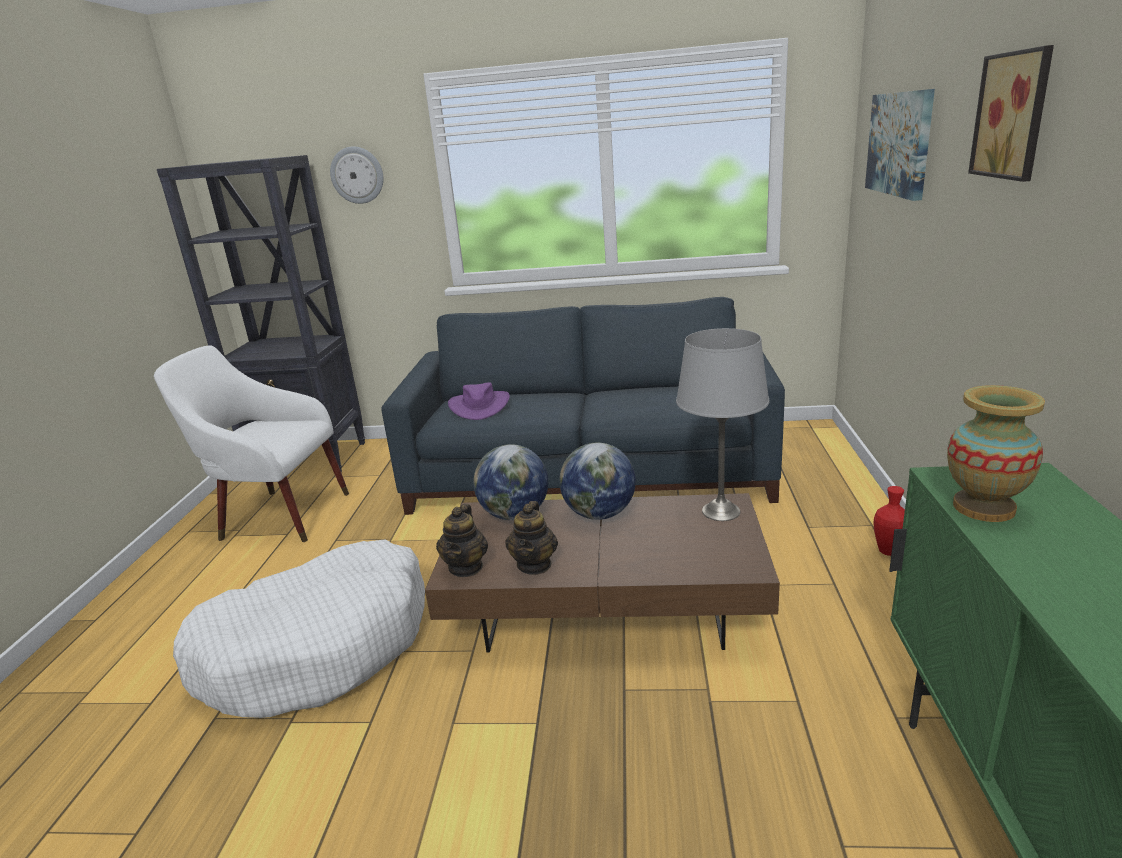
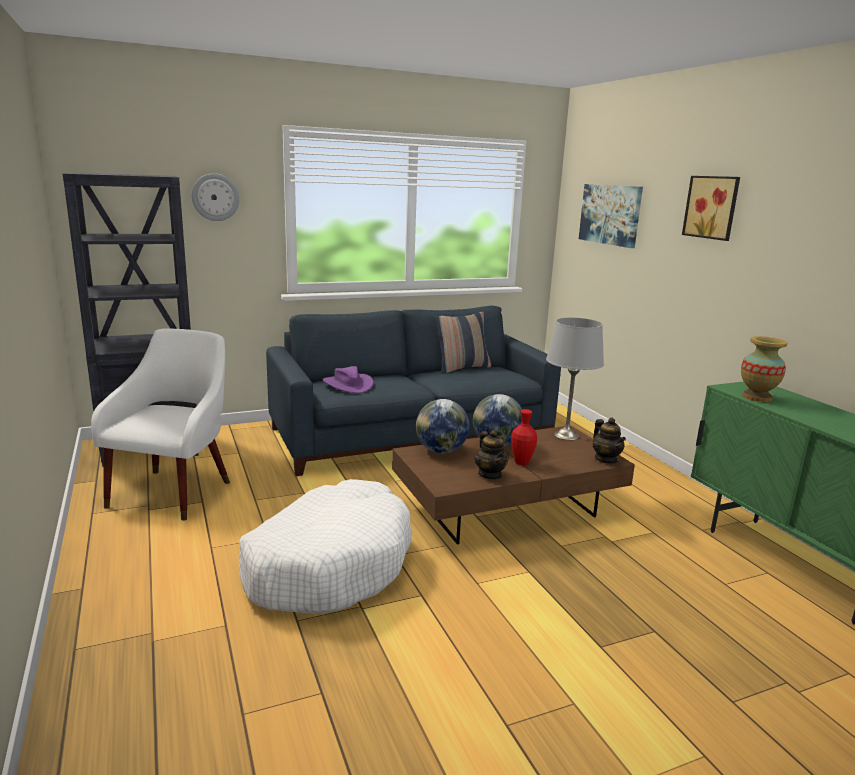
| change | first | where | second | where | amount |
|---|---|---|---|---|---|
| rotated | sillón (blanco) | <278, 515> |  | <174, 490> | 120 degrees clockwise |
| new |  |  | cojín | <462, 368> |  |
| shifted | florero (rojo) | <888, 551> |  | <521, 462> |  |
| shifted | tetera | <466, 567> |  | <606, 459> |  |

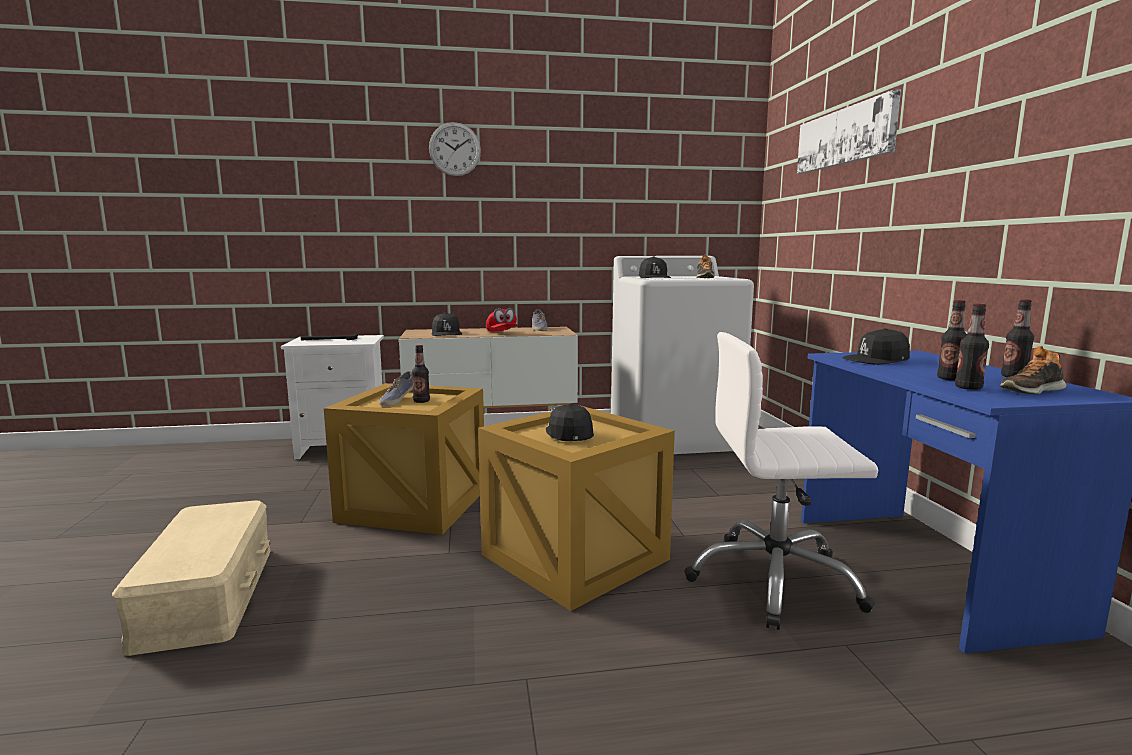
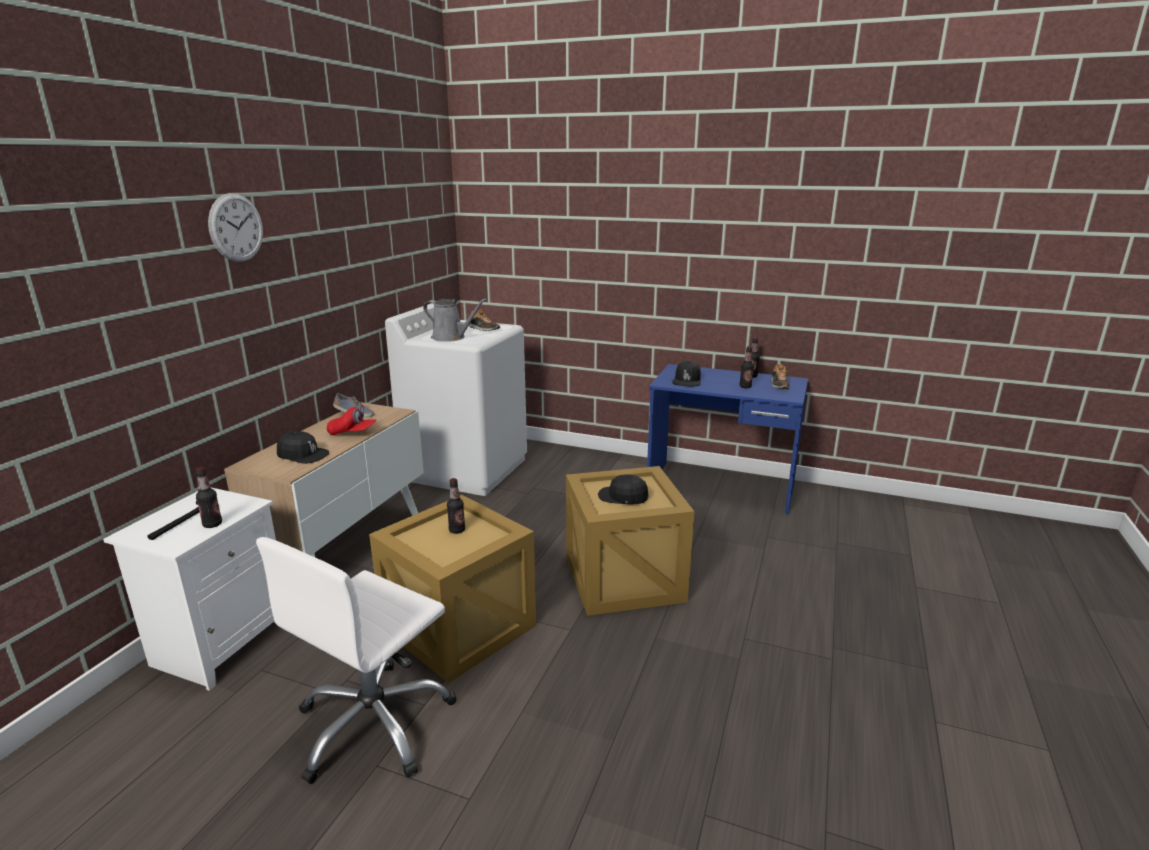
| change | first | where | second | where | amount |
|---|---|---|---|---|---|
| shifted | botella | <968, 388> |  | <212, 524> |  |
| shifted | silla de oficina (blanco) | <774, 581> |  | <374, 724> |  |
| swapped | gorra (negro) | <653, 277> | regadera (gris) | <451, 337> |  |
| gone | caja de almacenaje (beis) | <209, 594> |  |  |  |
| gone | zapato | <397, 399> |  |  |  |
| gone | cuadro | <845, 137> |  |  |  |

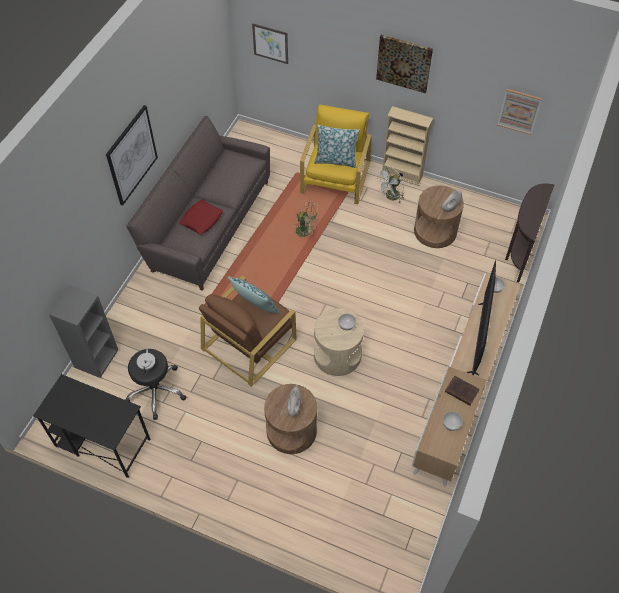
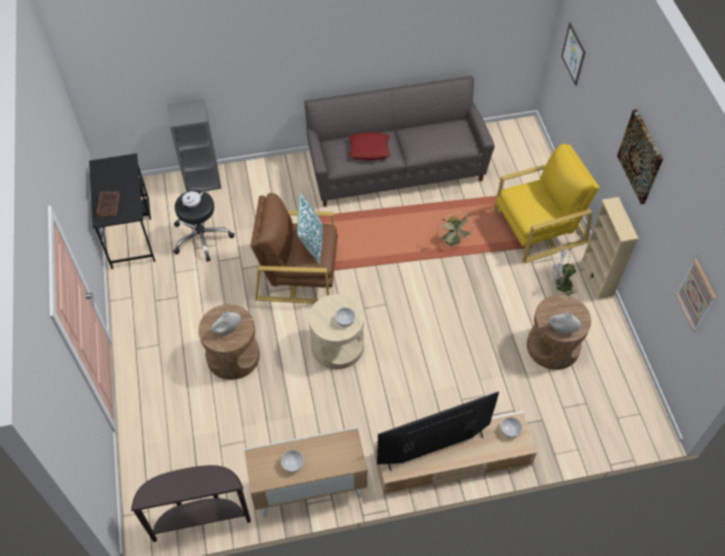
| change | first | where | second | where | amount |
|---|---|---|---|---|---|
| shifted | libro (marrón) | <461, 391> |  | <108, 204> |  |
| shifted | mesa consola (marrón) | <519, 252> |  | <200, 519> |  |
| gone | cuadro | <132, 155> |  |  |  |
| gone | cojín | <336, 160> |  |  |  |

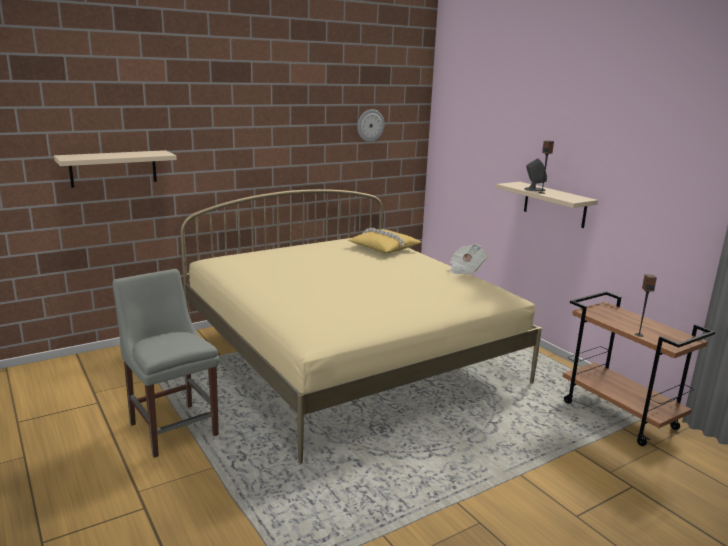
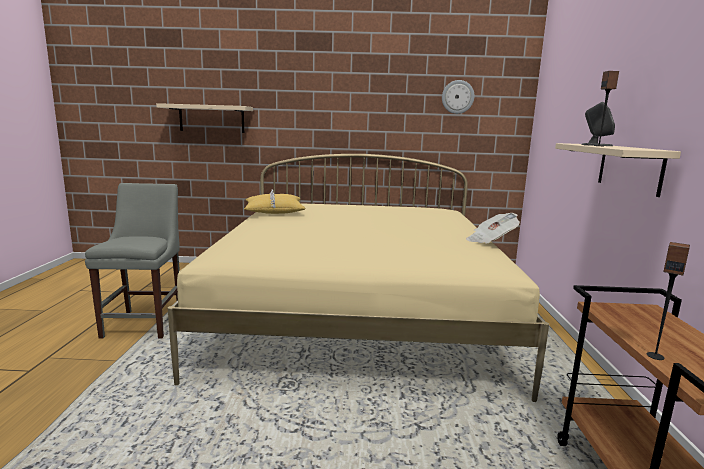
| change | first | where | second | where | amount |
|---|---|---|---|---|---|
| shifted | cojín (amarillo) | <384, 248> |  | <274, 211> |  |

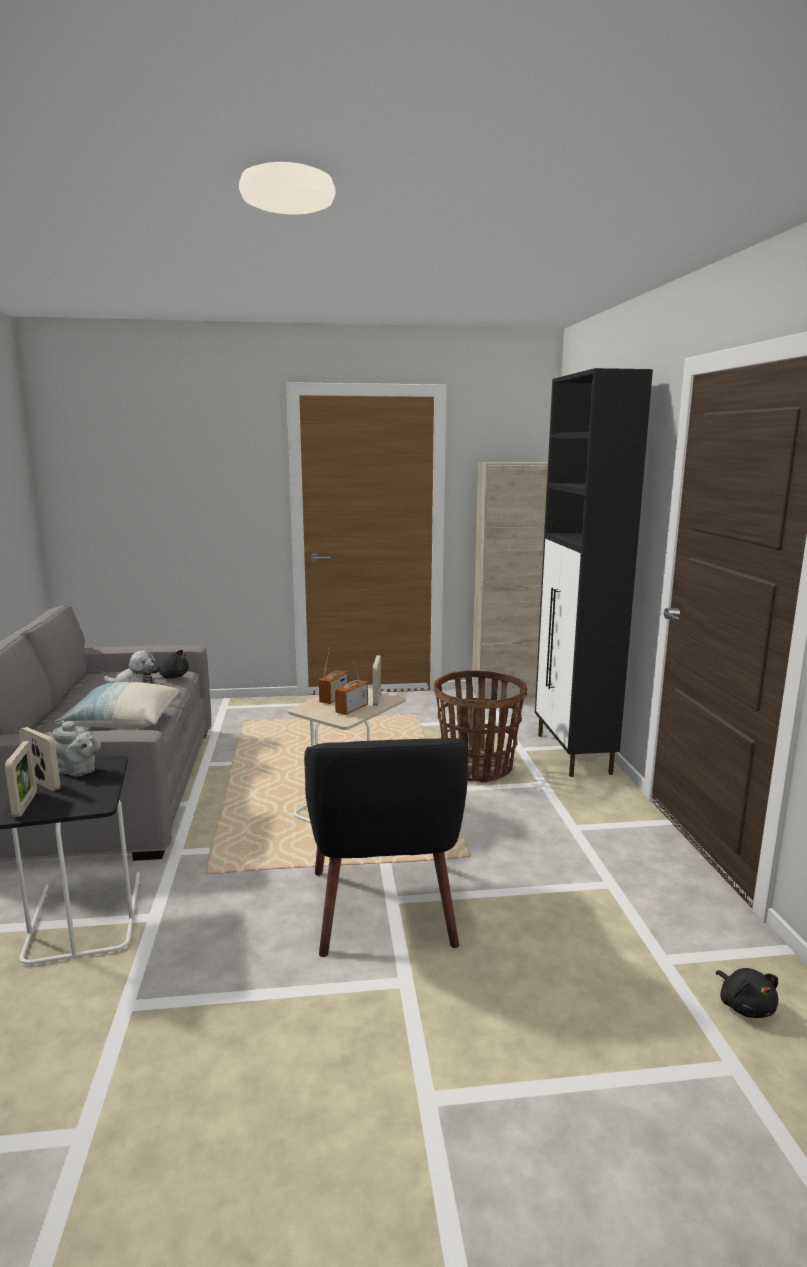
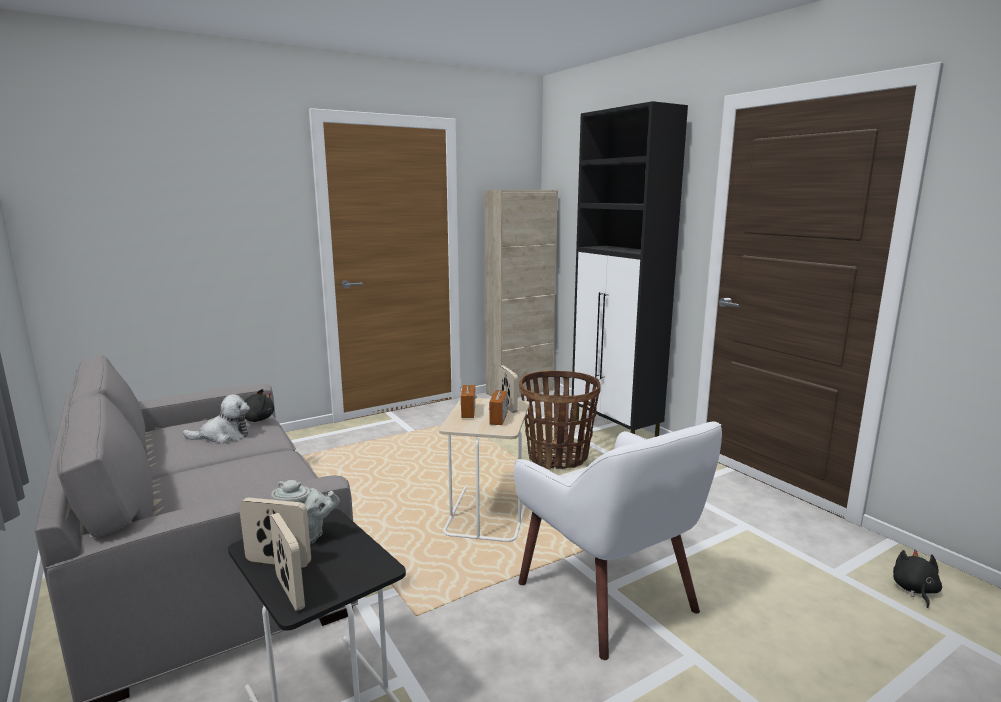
| change | first | where | second | where | amount |
|---|---|---|---|---|---|
| repainted | sillón (negro) | <384, 908> | sillón (blanco) | <609, 596> |  |
| rotated | peluche (negro) | <745, 1006> |  | <914, 590> | 120 degrees counterclockwise |
| gone | cojín | <123, 723> |  |  |  |

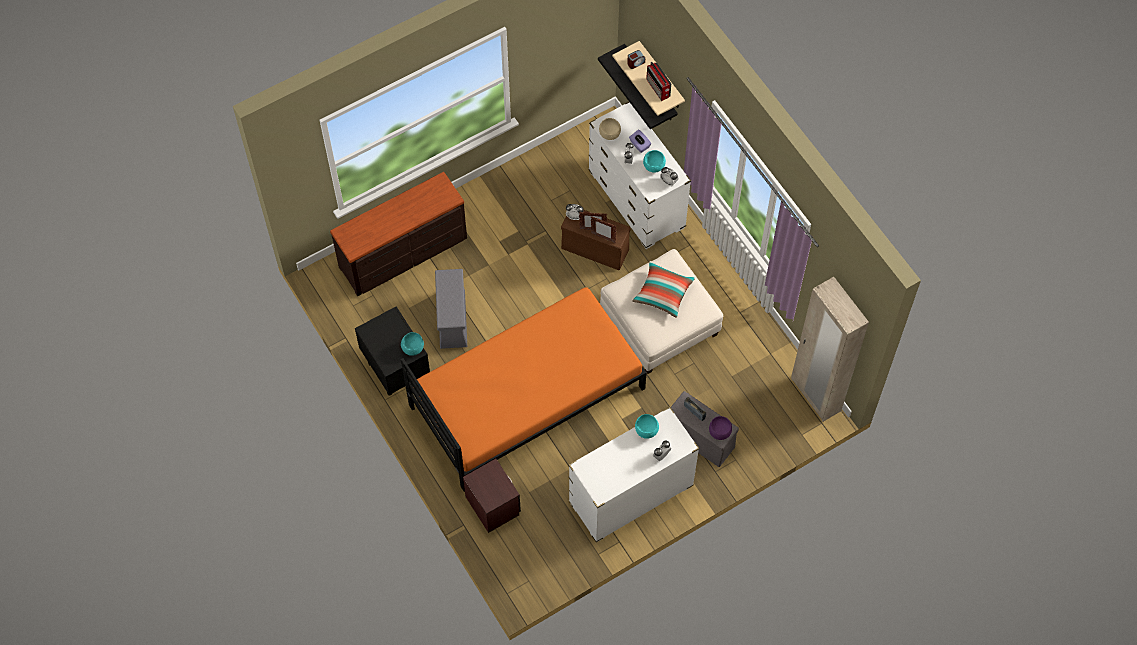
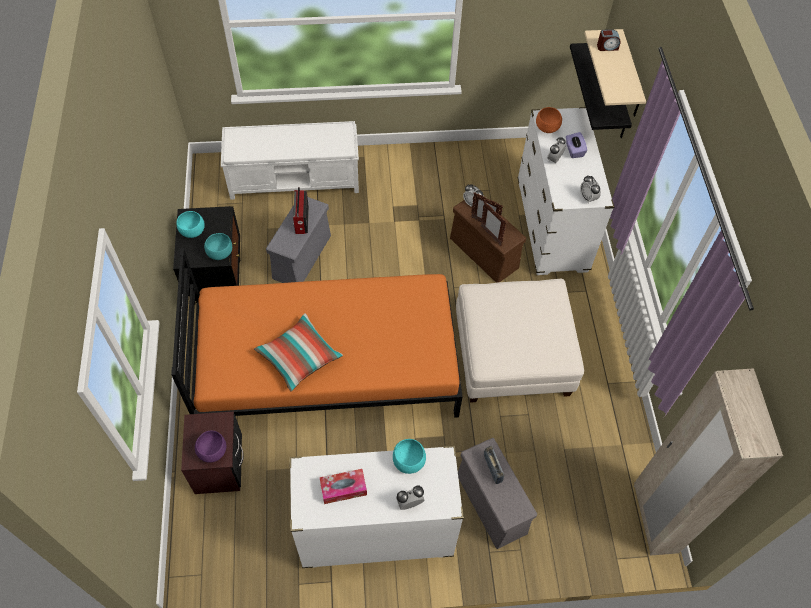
| change | first | where | second | where | amount |
|---|---|---|---|---|---|
| shifted | cuenco (turquesa) | <654, 167> |  | <193, 232> |  |
| shifted | cuenco (morado) | <719, 432> |  | <212, 451> |  |
| swapped | cómoda (marrón) | <404, 253> | banco (blanco) | <295, 179> |  |
| shifted | cojín | <663, 293> |  | <299, 357> |  |
| shifted | radio | <658, 88> |  | <301, 221> |  |
| new |  |  | caja de pañuelos | <343, 488> |  |
| repainted | cuenco (beis) | <610, 134> | cuenco (naranja) | <547, 128> |  |

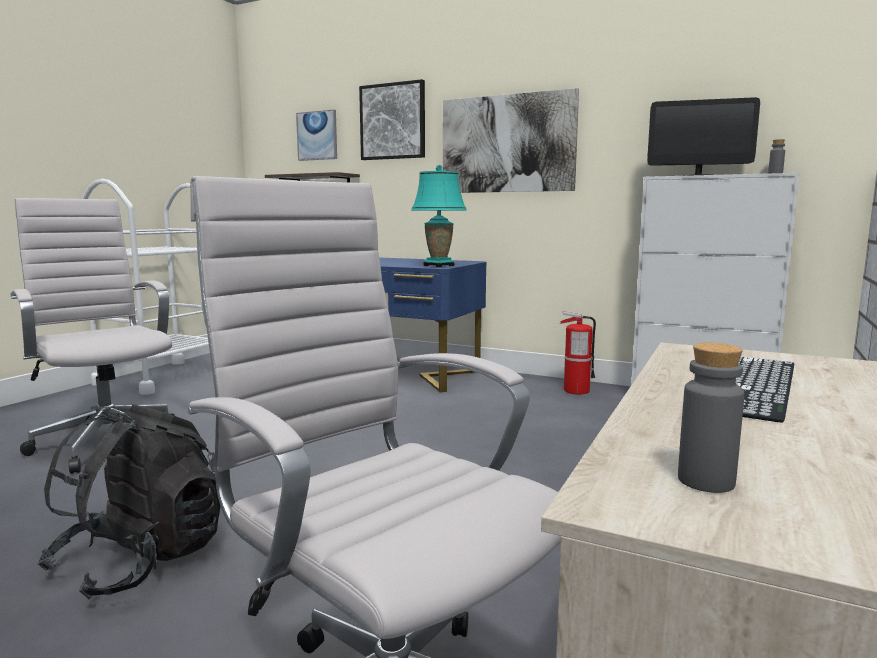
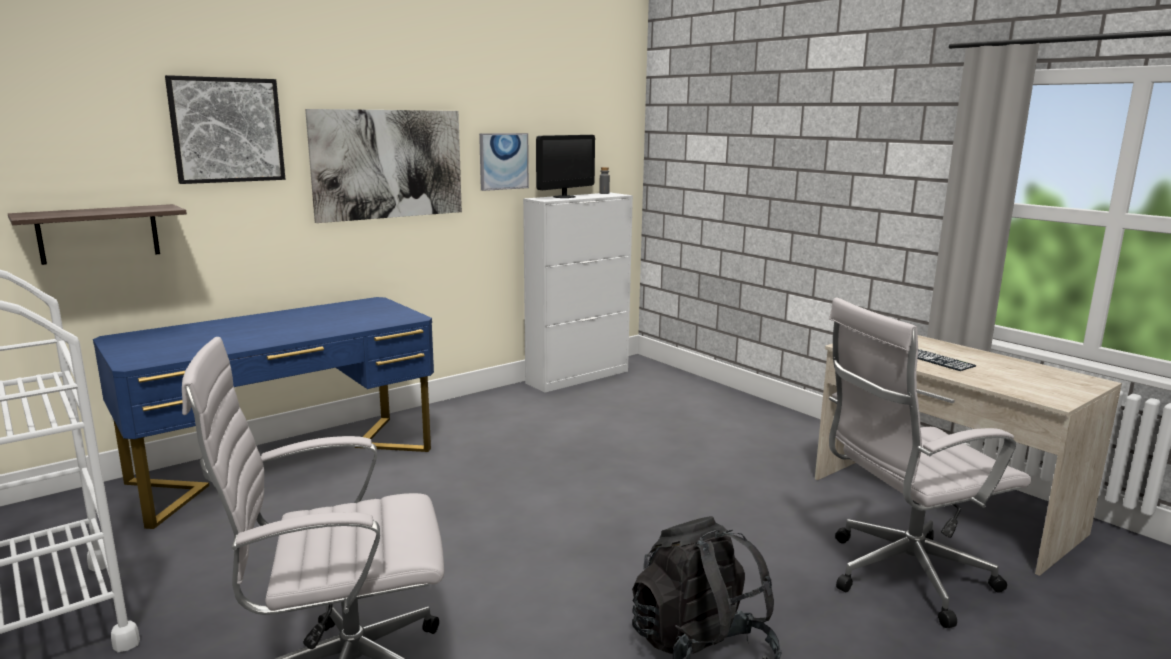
| change | first | where | second | where | amount |
|---|---|---|---|---|---|
| shifted | cuadro | <317, 135> |  | <503, 161> |  |
| gone | lámpara de mesa (turquesa) | <439, 266> |  |  |  |
| gone | extintor | <576, 391> |  |  |  |
| gone | botella (gris) | <706, 481> |  |  |  |

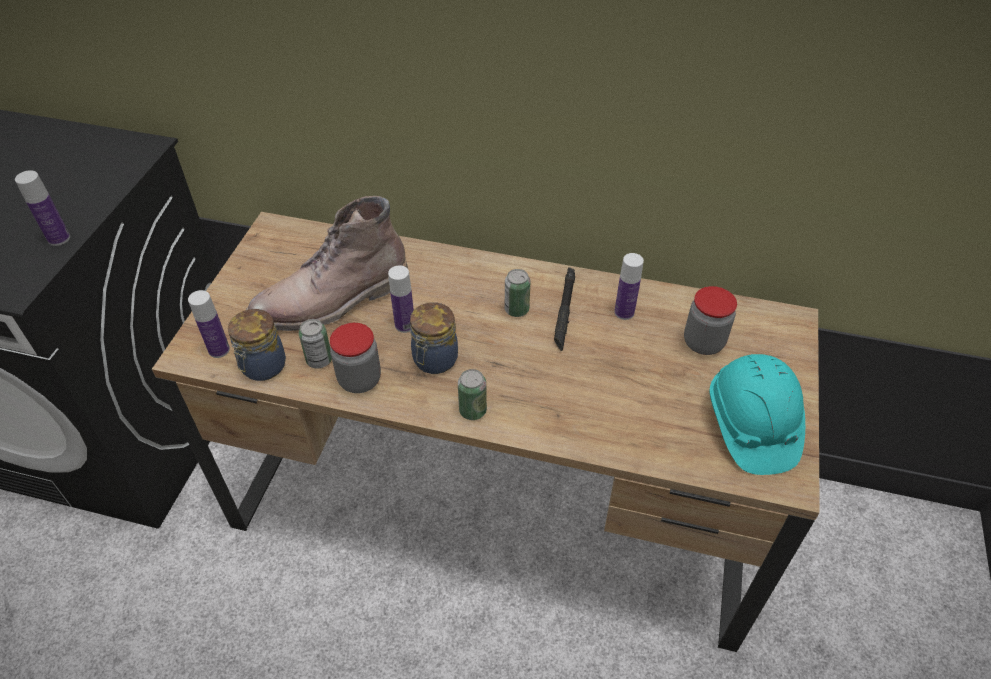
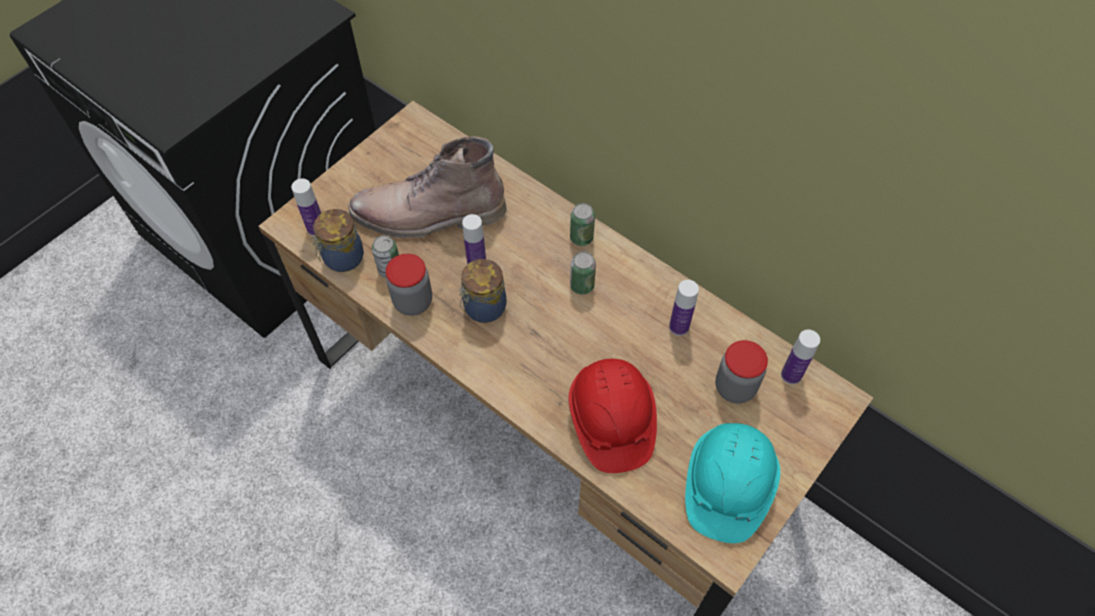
| change | first | where | second | where | amount |
|---|---|---|---|---|---|
| new |  |  | casco (rojo) | <611, 421> |  |
| shifted | lata | <472, 410> |  | <581, 238> |  |
| shifted | botella | <59, 238> |  | <791, 375> |  |
| gone | linterna (negro) | <565, 311> |  |  |  |

